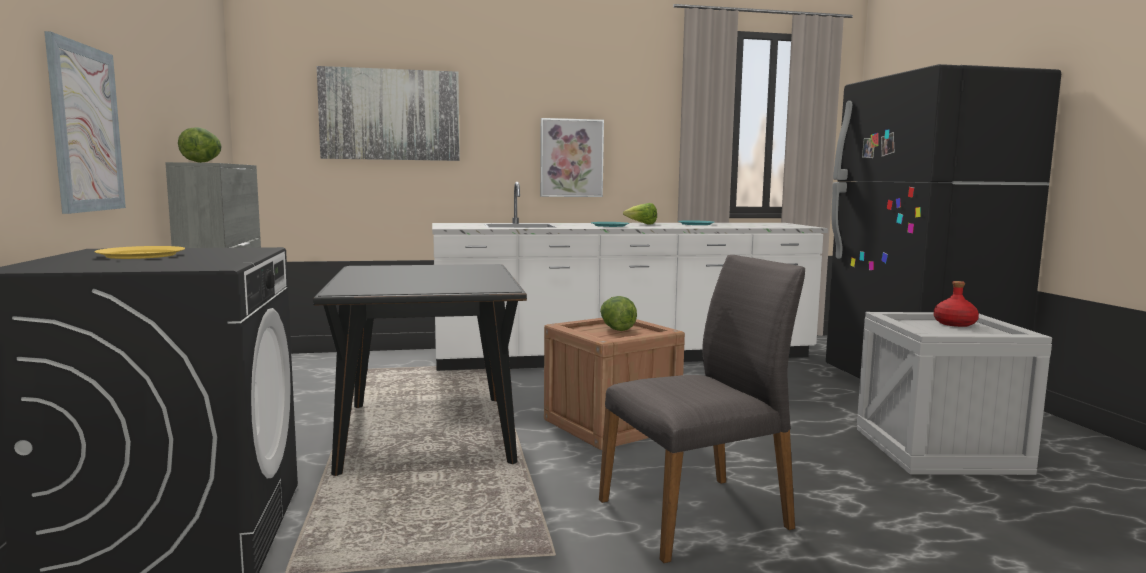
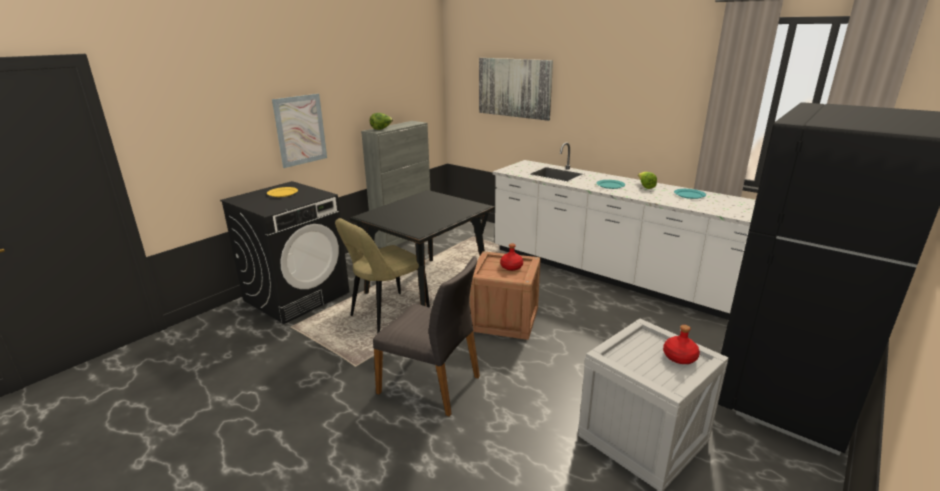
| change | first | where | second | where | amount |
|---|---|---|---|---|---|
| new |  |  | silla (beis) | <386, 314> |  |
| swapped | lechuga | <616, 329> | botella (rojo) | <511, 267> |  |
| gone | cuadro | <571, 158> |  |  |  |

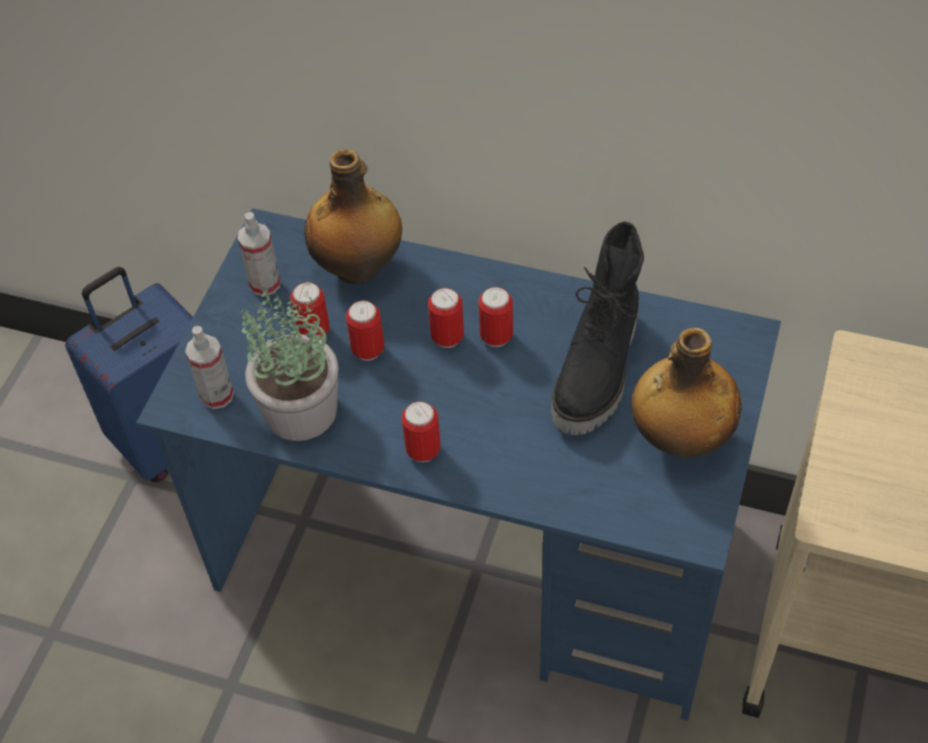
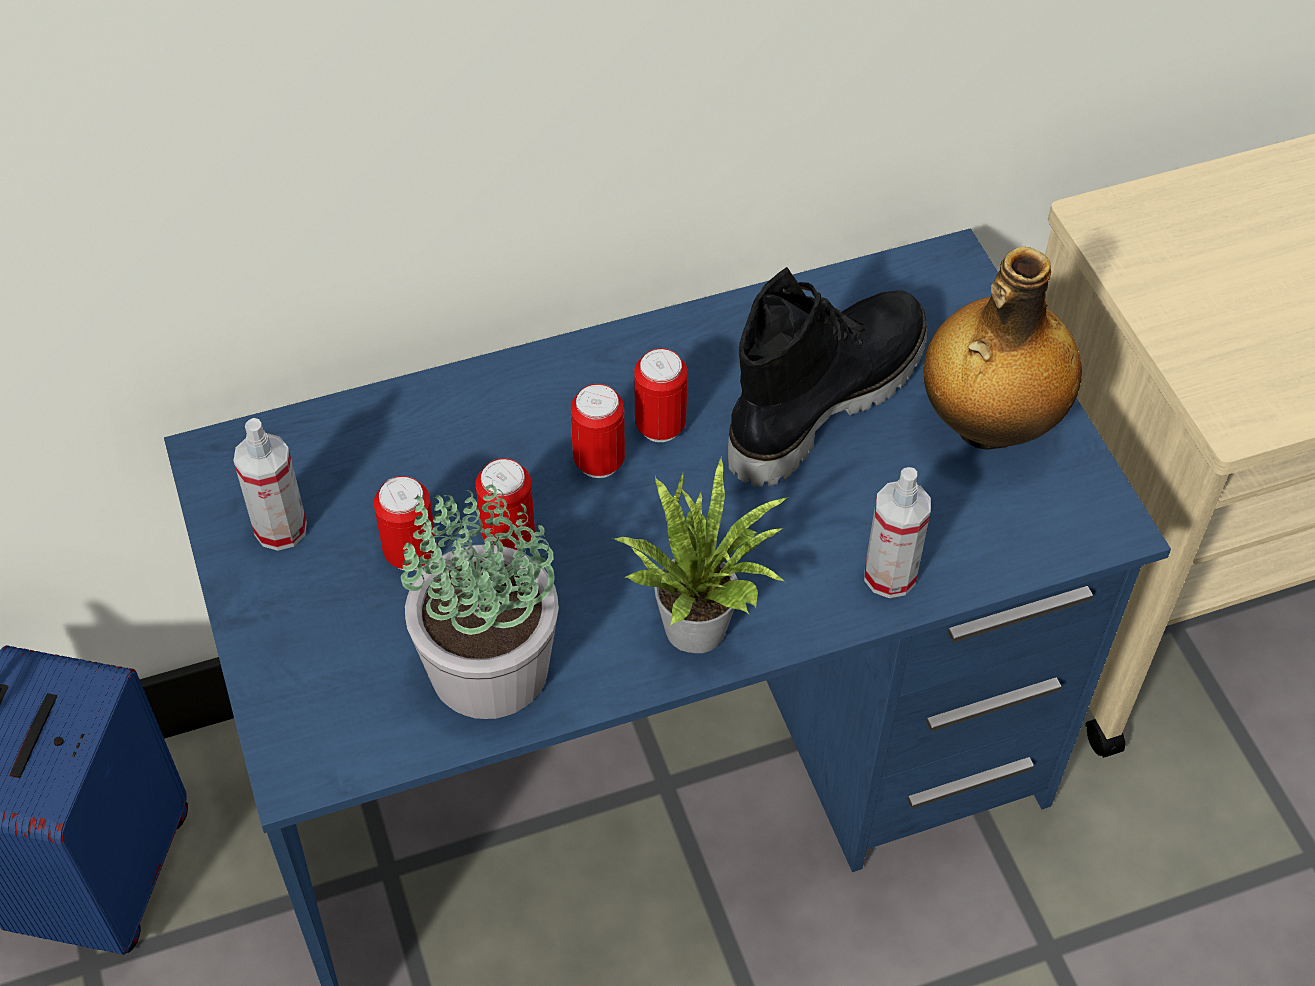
| change | first | where | second | where | amount |
|---|---|---|---|---|---|
| swapped | lata | <423, 450> | planta en maceta | <699, 621> |  |
| rotated | bota (negro) | <599, 371> |  | <823, 399> | 120 degrees counterclockwise |
| shifted | pulverizador | <217, 395> |  | <889, 576> |  |
| gone | botella | <359, 267> |  |  |  |

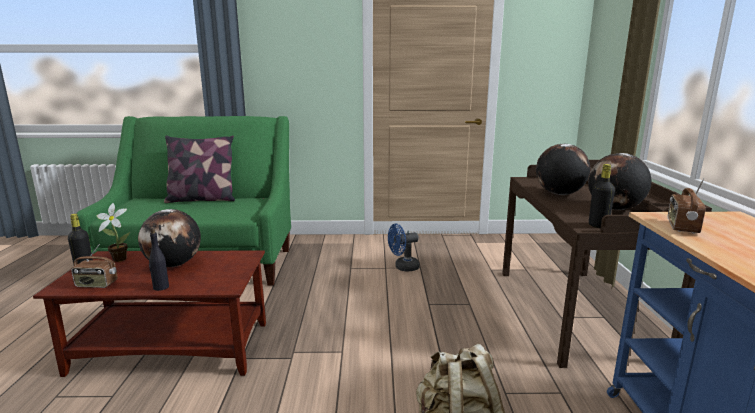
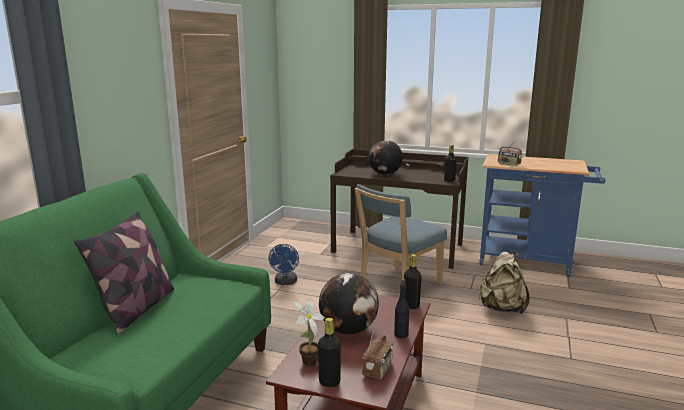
| change | first | where | second | where | amount |
|---|---|---|---|---|---|
| new |  |  | silla (azul) | <397, 286> |  |
| new |  |  | botella (negro) | <411, 306> |  |
| gone | globo terráqueo | <614, 209> |  |  |  |

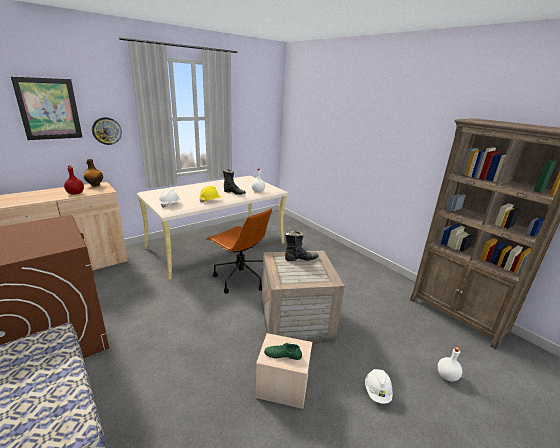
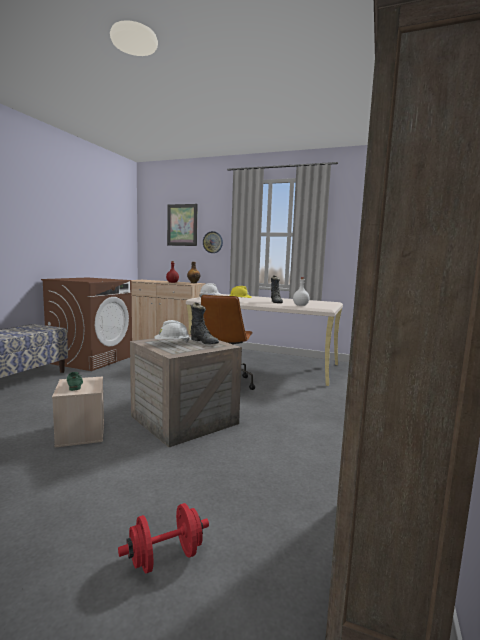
| change | first | where | second | where | amount |
|---|---|---|---|---|---|
| swapped | botella (blanco) | <446, 376> | mancuerna (rojo) | <165, 558> |  |
| shifted | casco (blanco) | <377, 392> |  | <172, 343> |  |

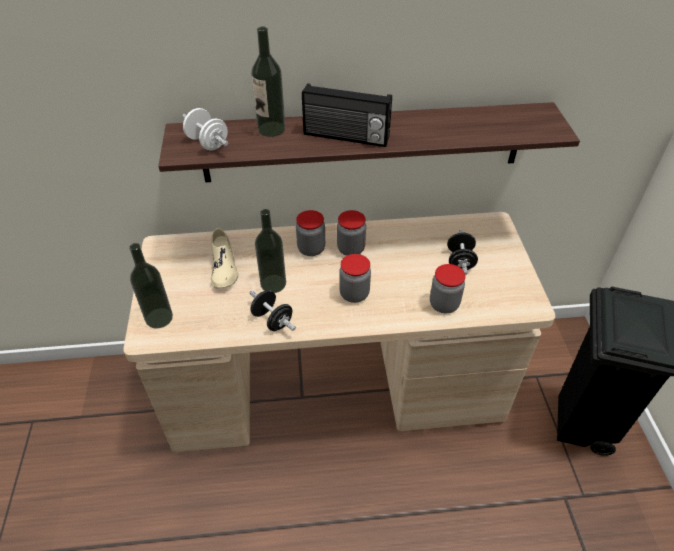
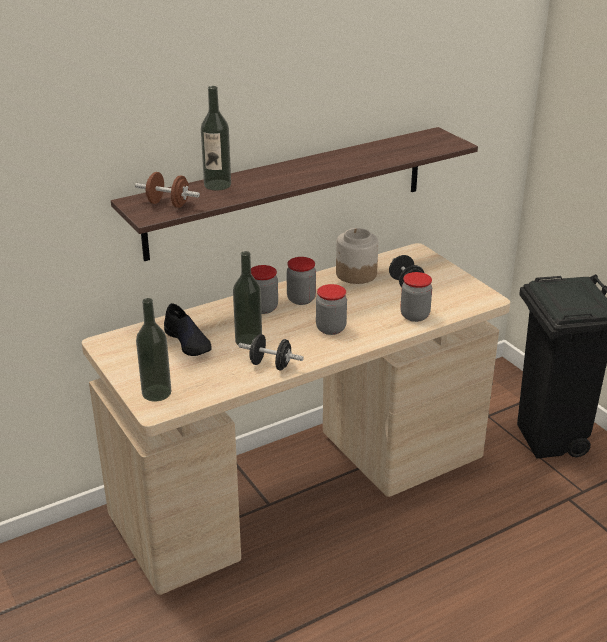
| change | first | where | second | where | amount |
|---|---|---|---|---|---|
| repainted | mancuerna (blanco) | <207, 143> | mancuerna (marrón) | <168, 204> |  |
| repainted | zapato (beis) | <223, 267> | zapato (negro) | <188, 341> |  |
| new |  |  | tarro | <356, 274> |  |
| gone | radio | <345, 137> |  |  |  |

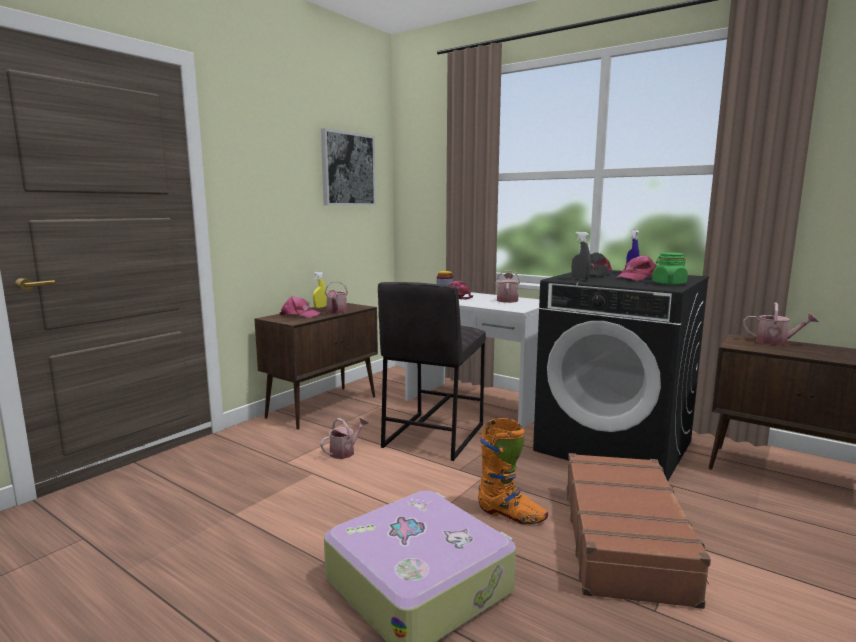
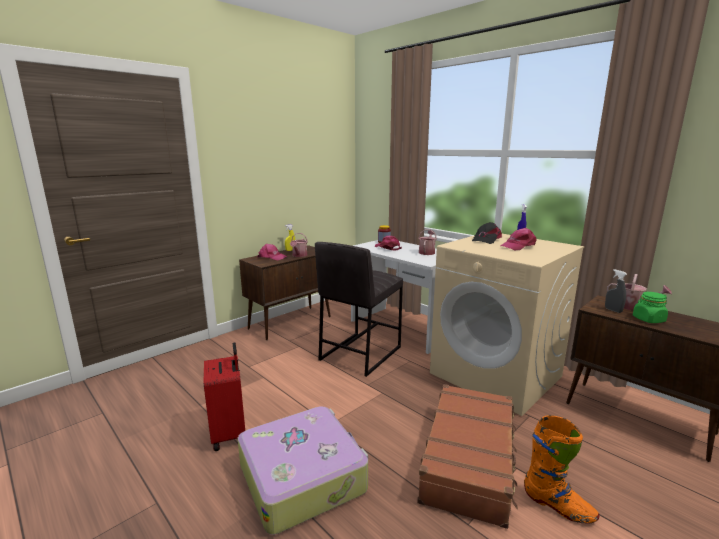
| change | first | where | second | where | amount |
|---|---|---|---|---|---|
| new |  |  | maleta (rojo) | <230, 434> |  |
| repainted | lavadora (negro) | <615, 446> | lavadora (beis) | <496, 375> |  |
| shifted | bota (naranja) | <511, 515> |  | <558, 506> |  |
| shifted | pulverizador (gris) | <580, 279> |  | <613, 310> |  |
| shifted | tarro (verde) | <669, 284> |  | <648, 319> |  |
| gone | cuadro | <348, 169> |  |  |  |
| gone | regadera | <345, 452> |  |  |  |

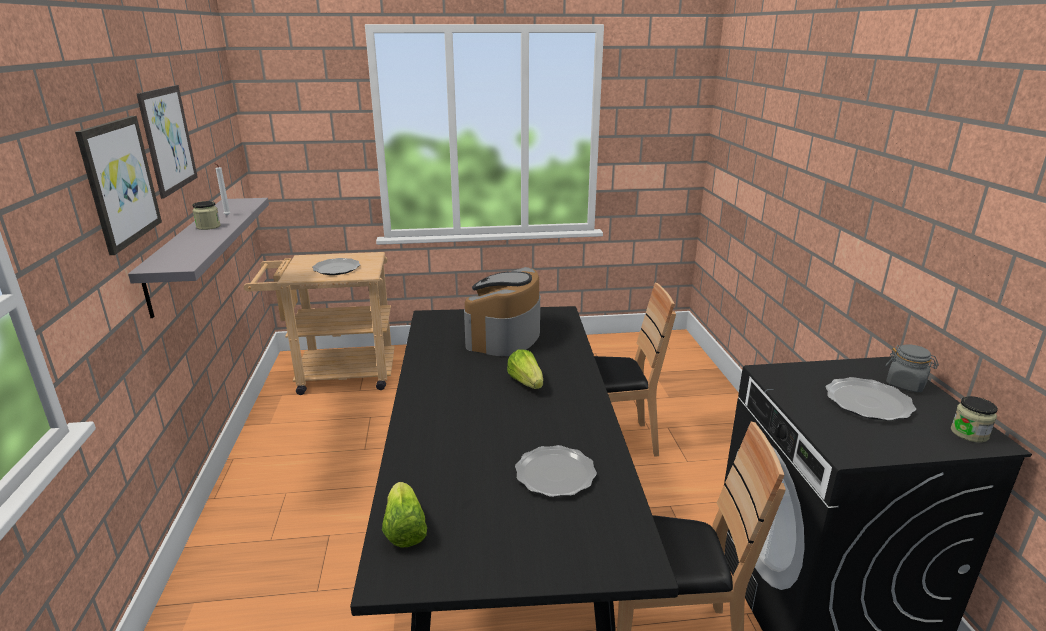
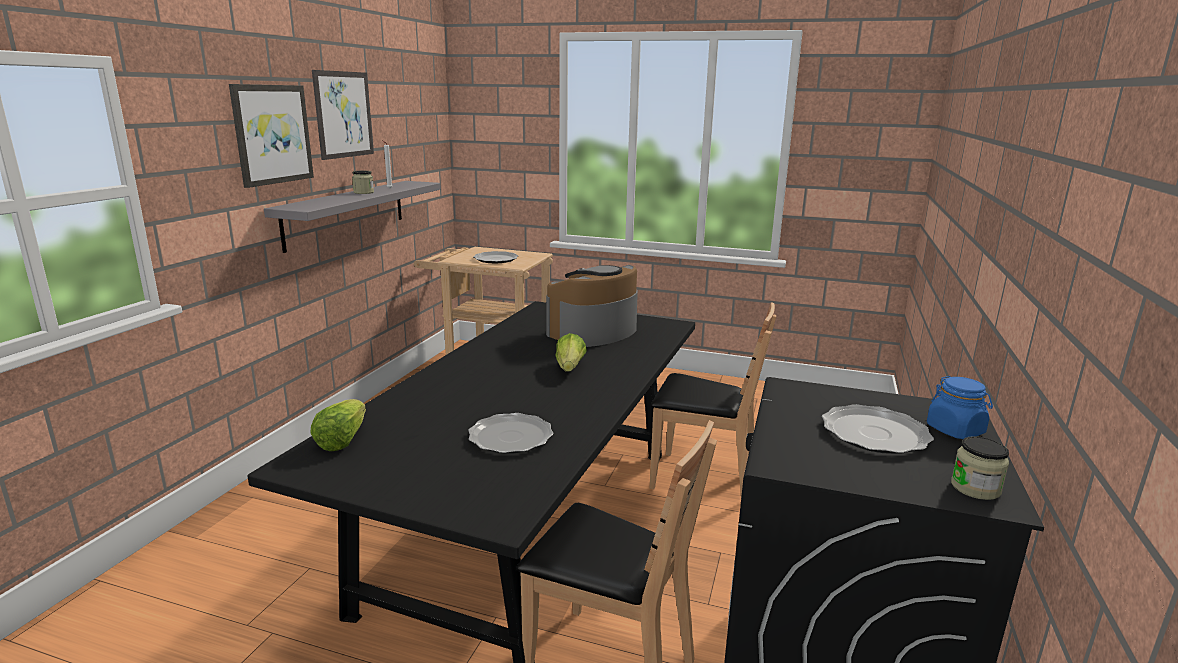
| change | first | where | second | where | amount |
|---|---|---|---|---|---|
| repainted | tarro (gris) | <906, 384> | tarro (azul) | <955, 430> |  |

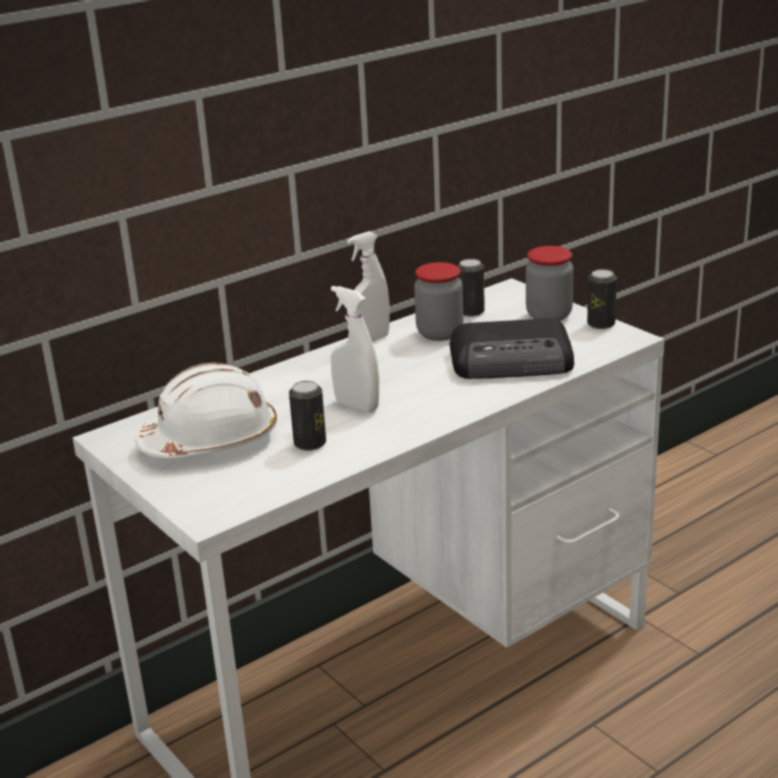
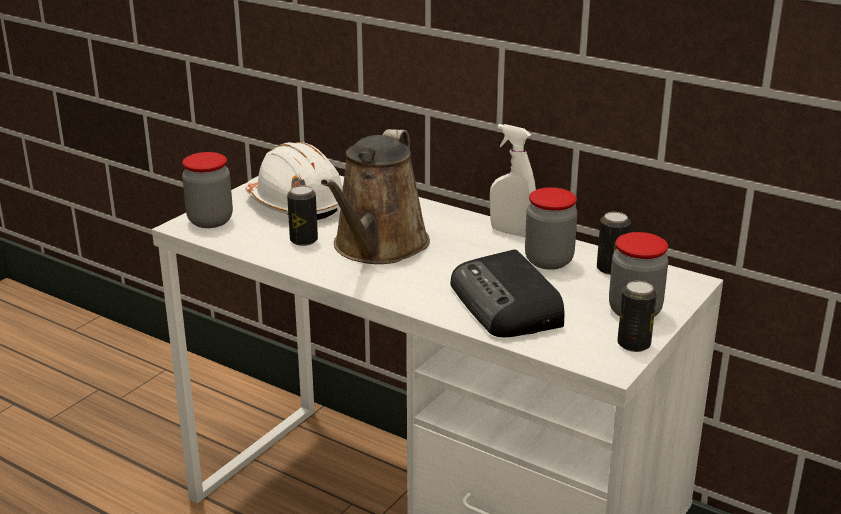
| change | first | where | second | where | amount |
|---|---|---|---|---|---|
| new |  |  | tarro | <210, 221> |  |
| swapped | pulverizador (blanco) | <357, 406> | regadera (marrón) | <377, 247> |  |

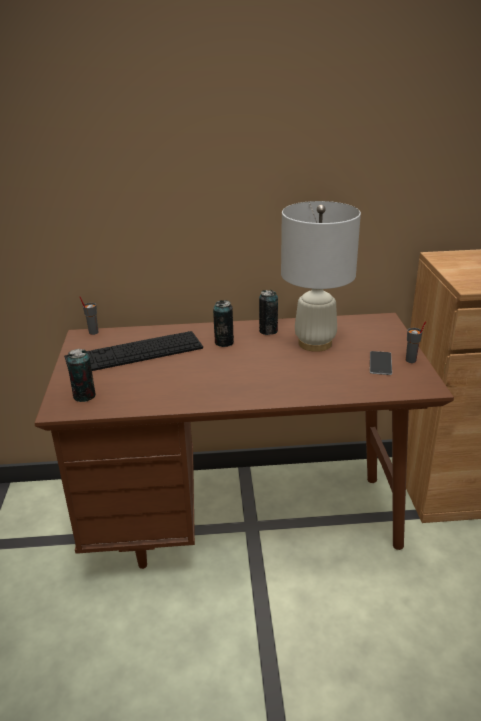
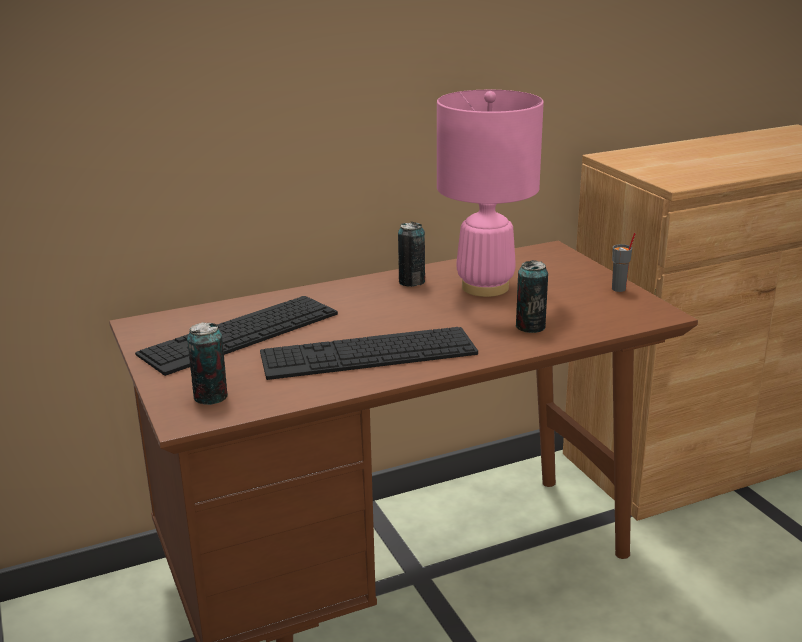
| change | first | where | second | where | amount |
|---|---|---|---|---|---|
| new |  |  | teclado | <368, 353> |  |
| repainted | lámpara de mesa (blanco) | <315, 343> | lámpara de mesa (rosa) | <485, 287> |  |
| shifted | lata | <224, 342> |  | <530, 327> |  |
| gone | taza (gris) | <93, 332> |  |  |  |
| gone | móvil | <380, 363> |  |  |  |

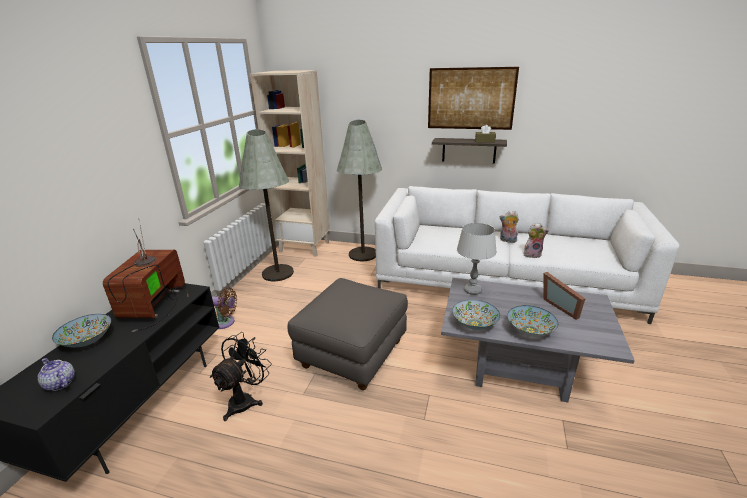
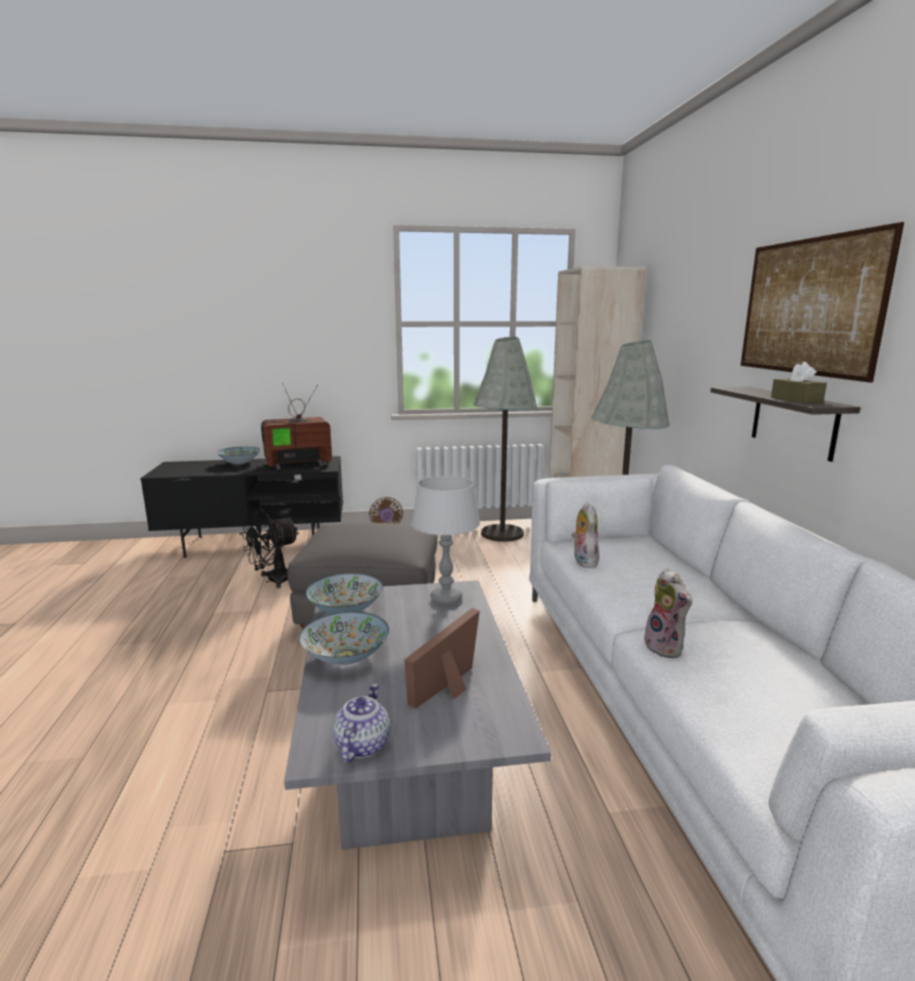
| change | first | where | second | where | amount |
|---|---|---|---|---|---|
| rotated | ventilador (negro) | <246, 400> |  | <273, 580> | 135 degrees clockwise |
| shifted | tetera | <60, 384> |  | <362, 744> |  |
| shifted | peluche | <507, 240> |  | <583, 561> |  |

